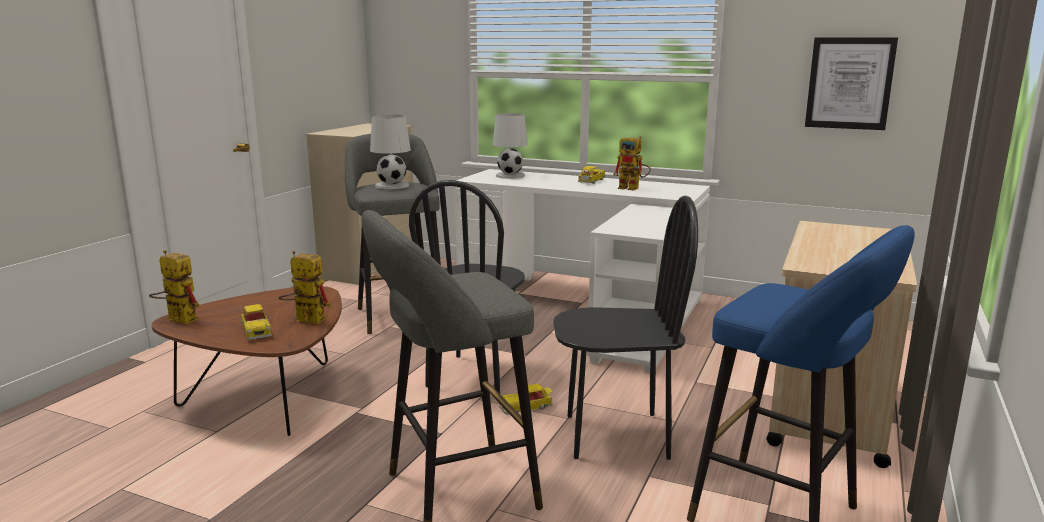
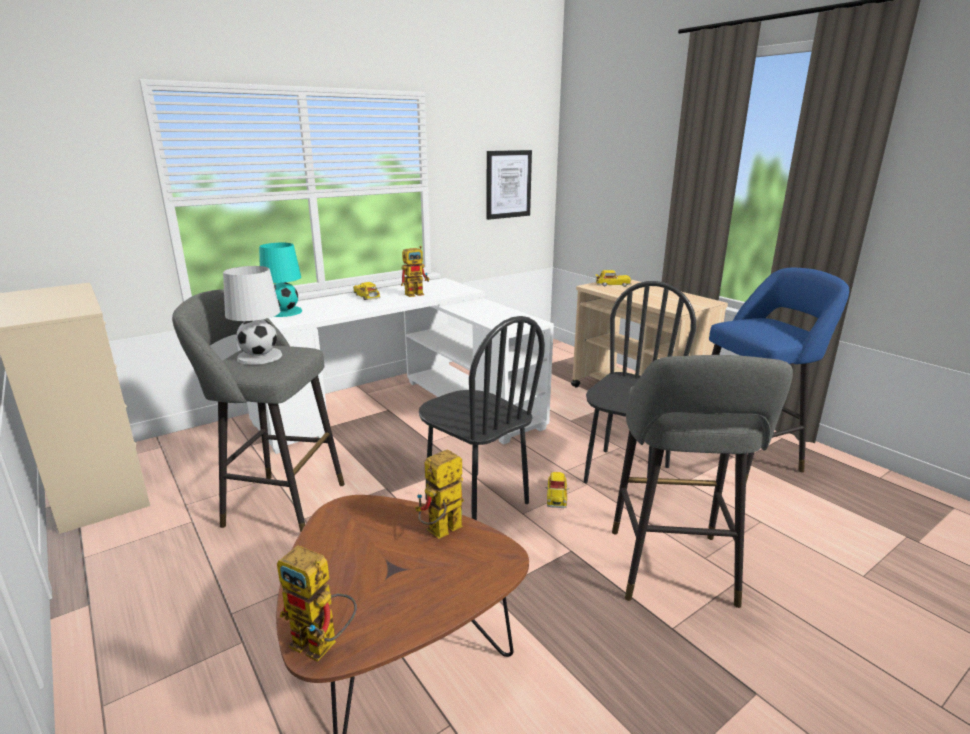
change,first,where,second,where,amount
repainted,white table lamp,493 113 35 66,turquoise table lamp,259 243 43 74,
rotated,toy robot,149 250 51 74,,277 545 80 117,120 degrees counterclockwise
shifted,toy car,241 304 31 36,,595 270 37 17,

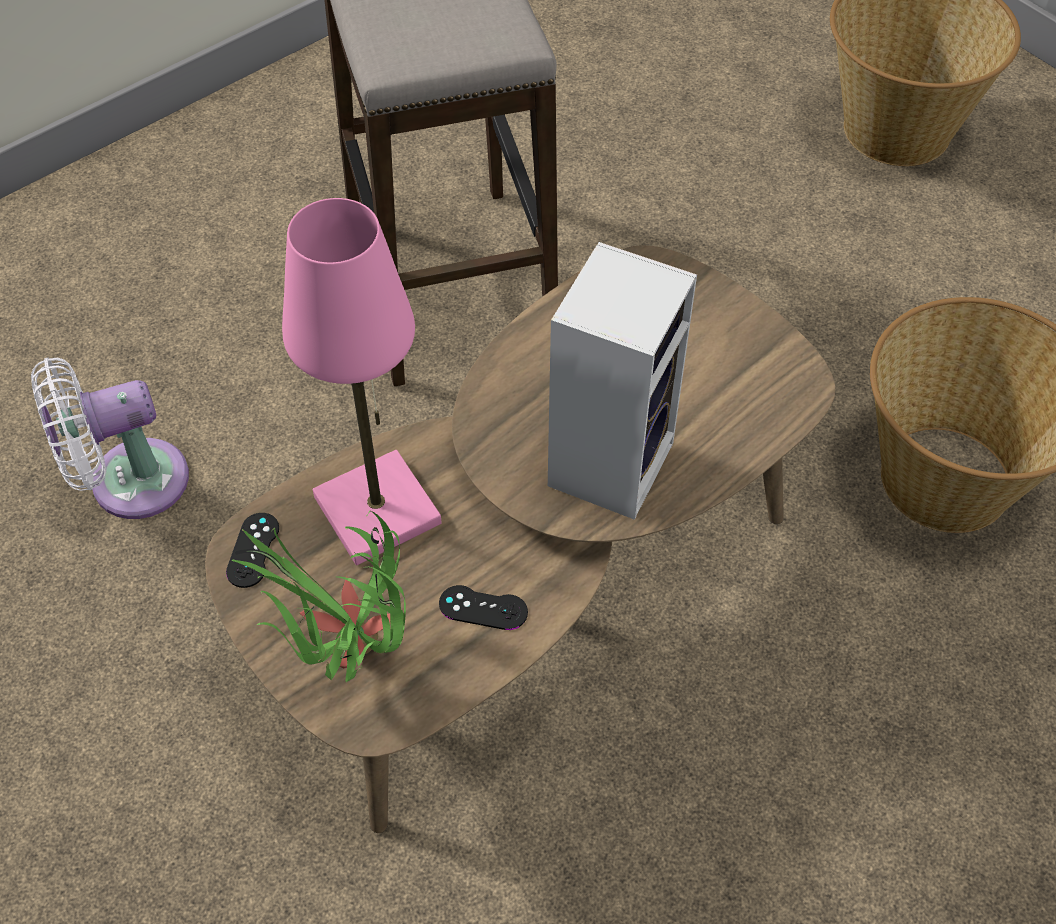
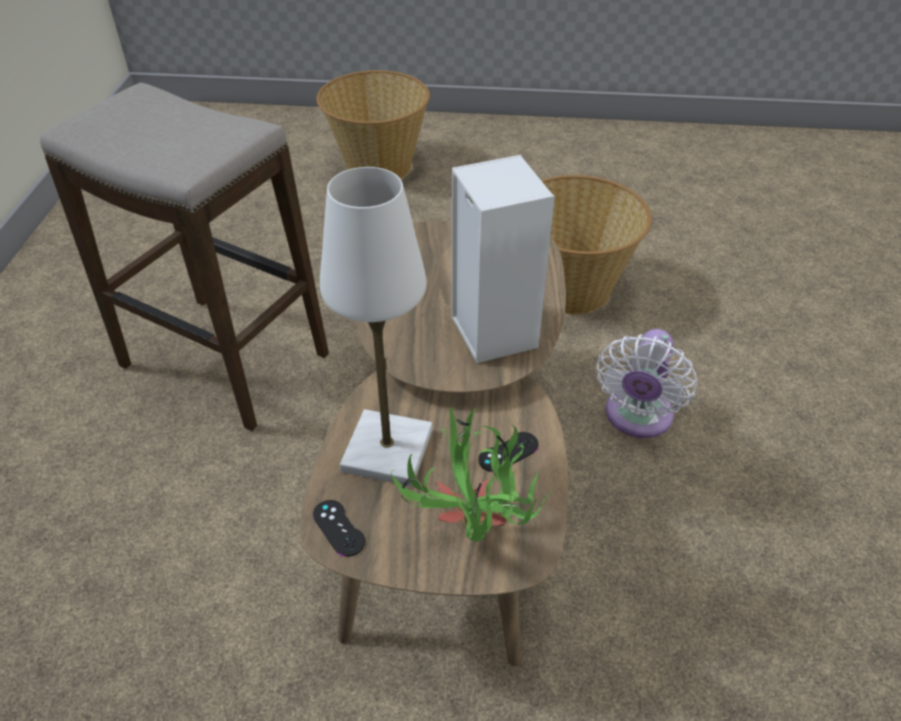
change,first,where,second,where,amount
repainted,pink table lamp,282 198 160 367,white table lamp,320 167 113 320,
shifted,white fan,31 358 158 161,,597 329 100 109,

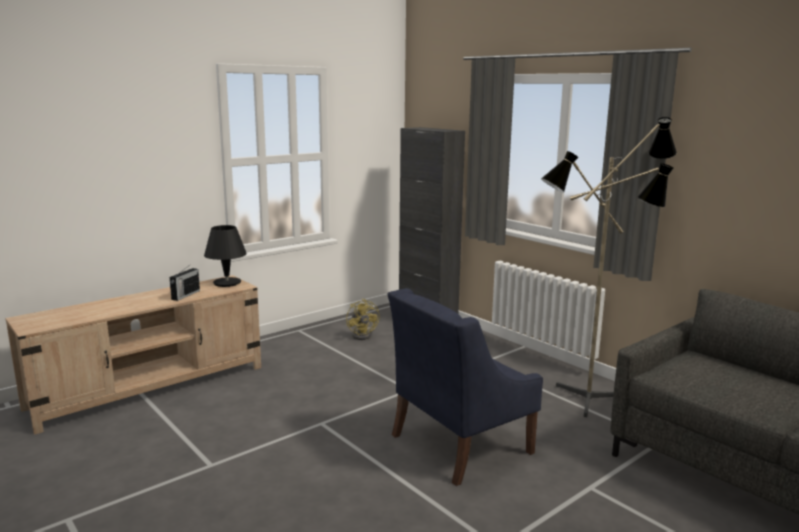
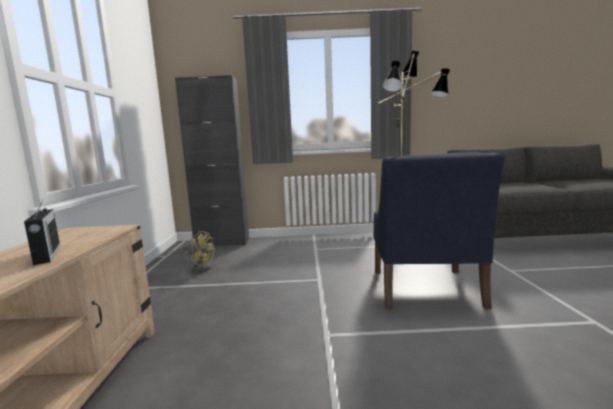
change,first,where,second,where,amount
gone,black table lamp,204 225 43 62,,,

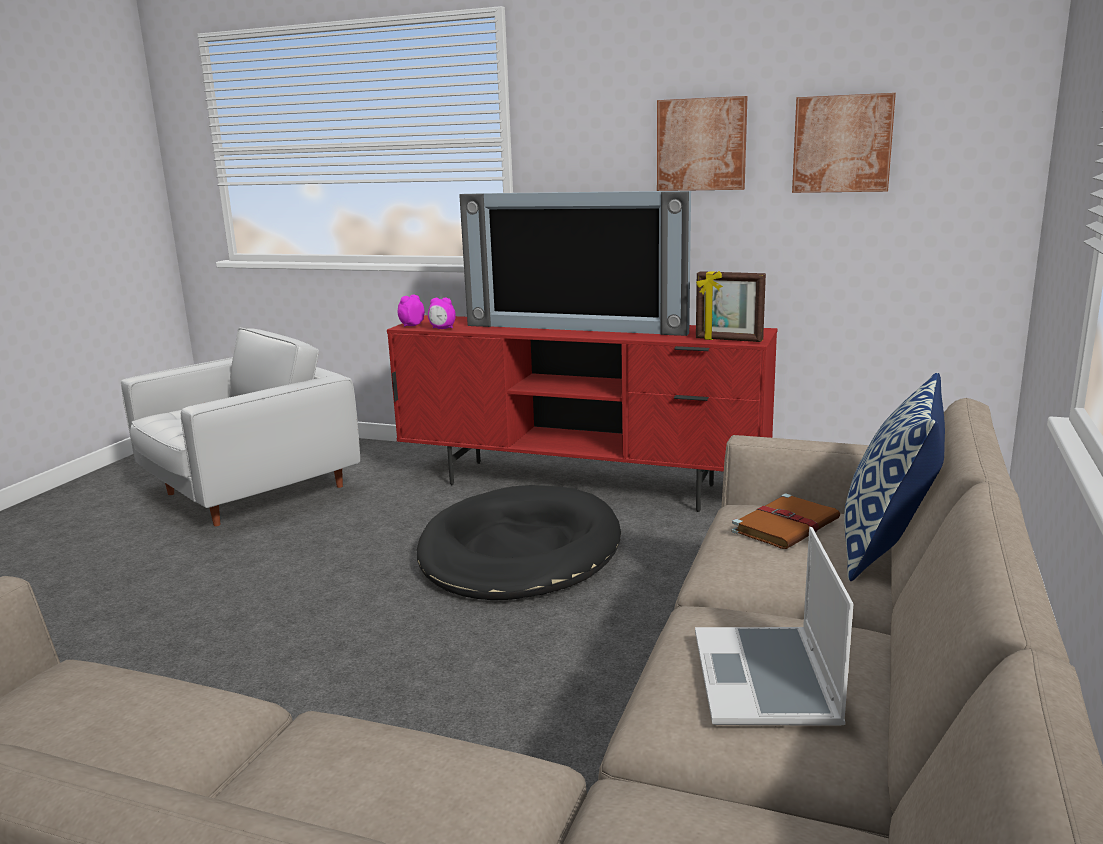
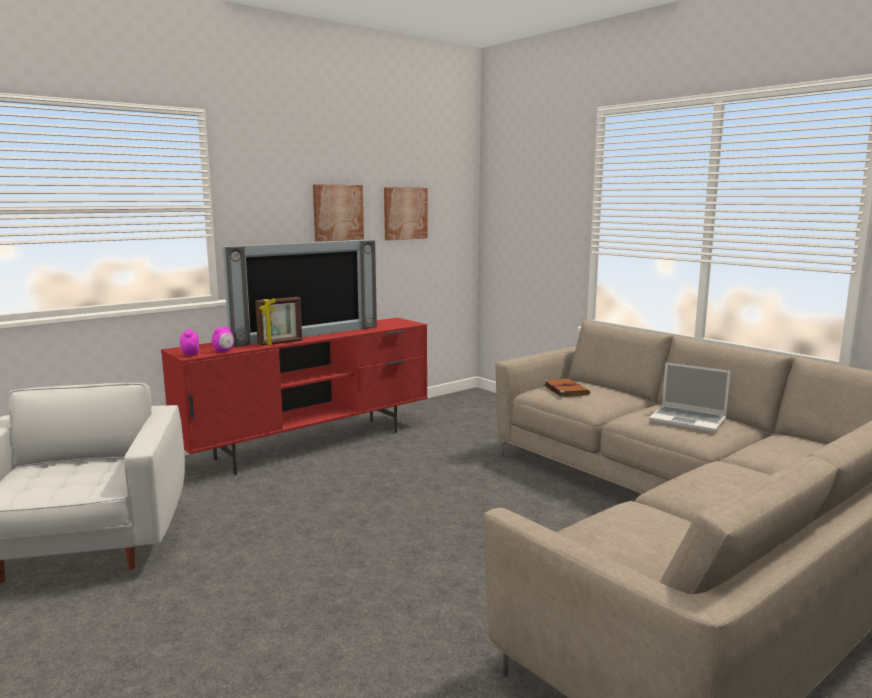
change,first,where,second,where,amount
shifted,picture frame,696 271 70 71,,255 297 47 49,
gone,black dog bed,417 485 204 115,,,
gone,pillow,844 372 101 209,,,

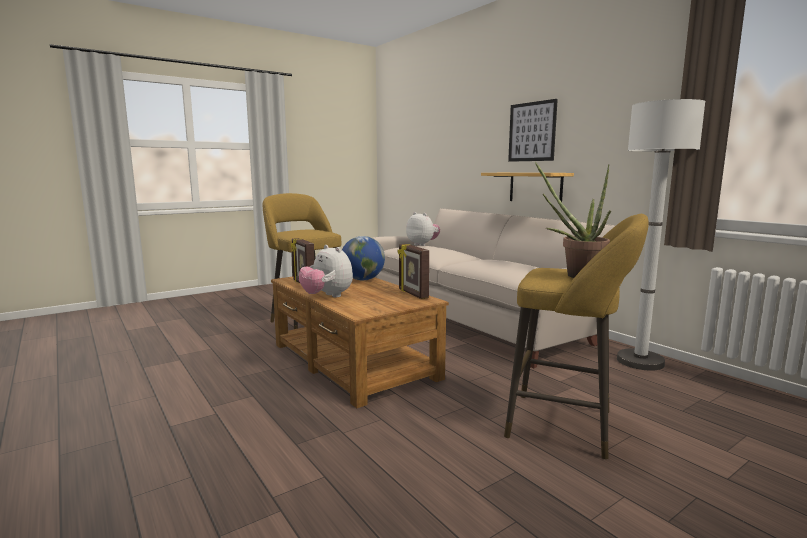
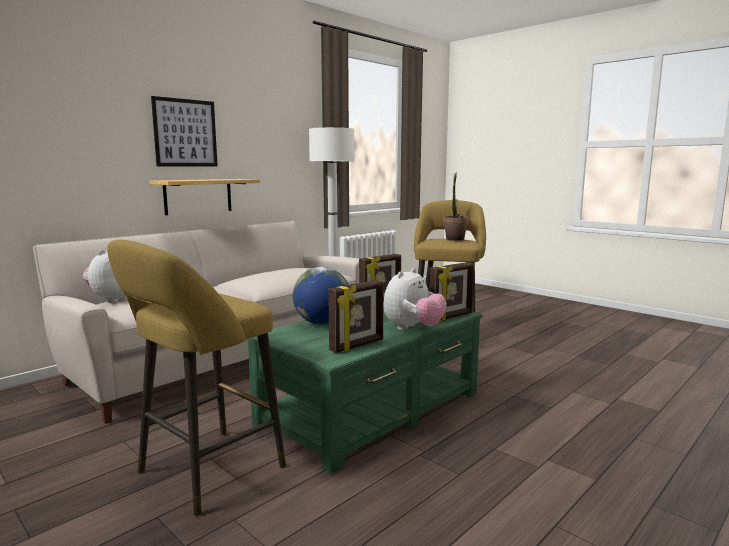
change,first,where,second,where,amount
repainted,brown coffee table,271 277 178 131,green coffee table,245 308 238 166,
new,,,picture frame,429 262 45 59,

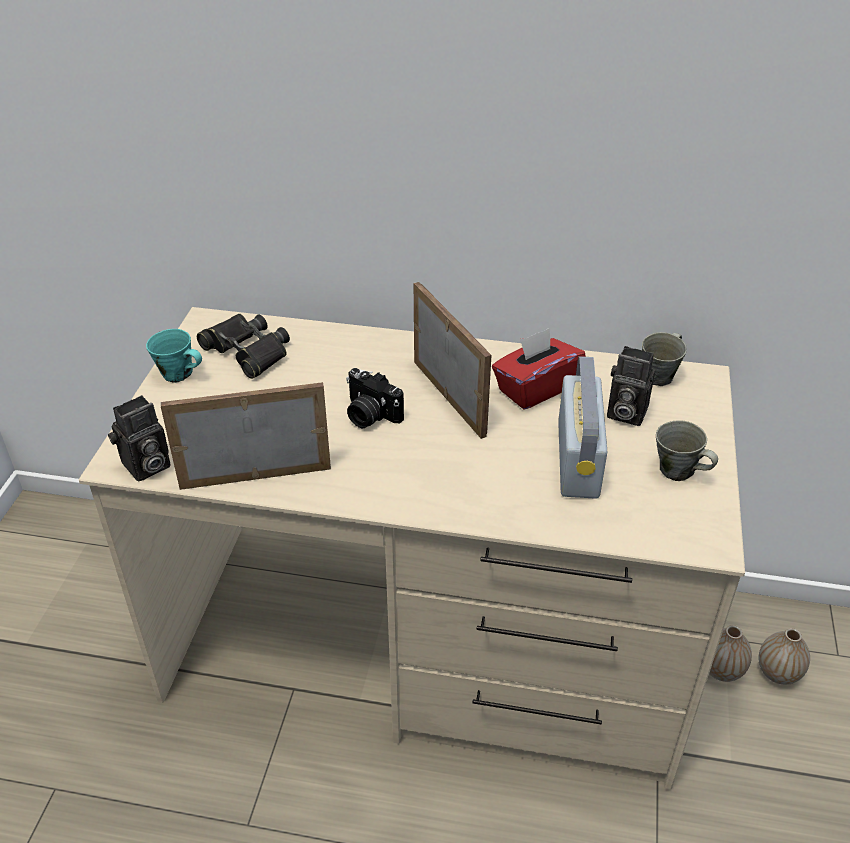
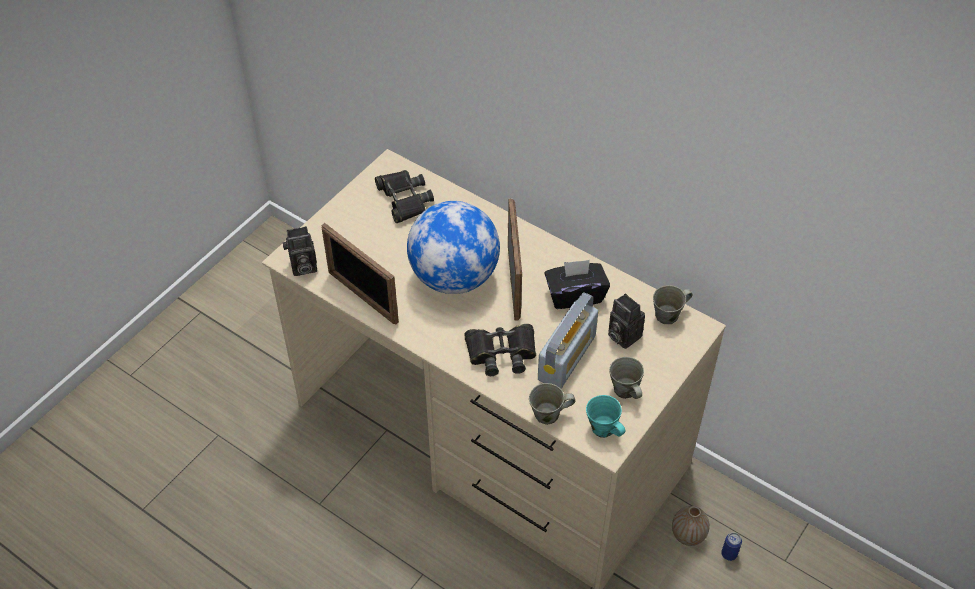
change,first,where,second,where,amount
rotated,picture frame,161 382 170 108,,321 223 78 102,150 degrees counterclockwise
swapped,photo camera,346 368 58 60,globe,407 201 93 93,
new,,,black binoculars,464 324 72 52,
new,,,grey mug,529 383 46 42,
repainted,red tissue box,492 328 94 81,black tissue box,544 260 66 49,
shifted,turquoise mug,146 329 56 54,,586 395 39 43,
swapped,vase,758 628 52 57,can,721 532 21 29,

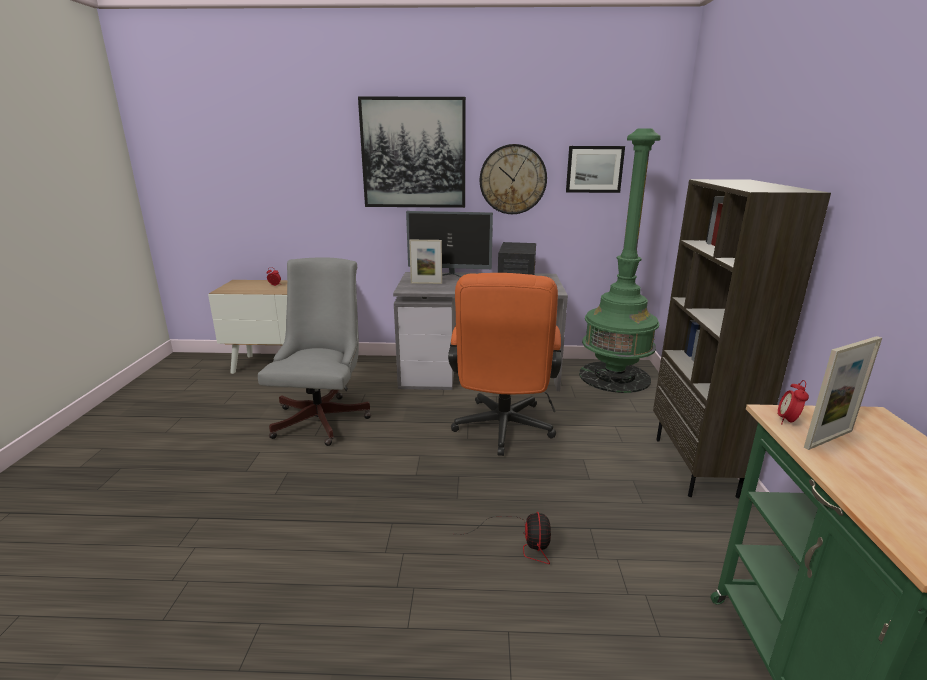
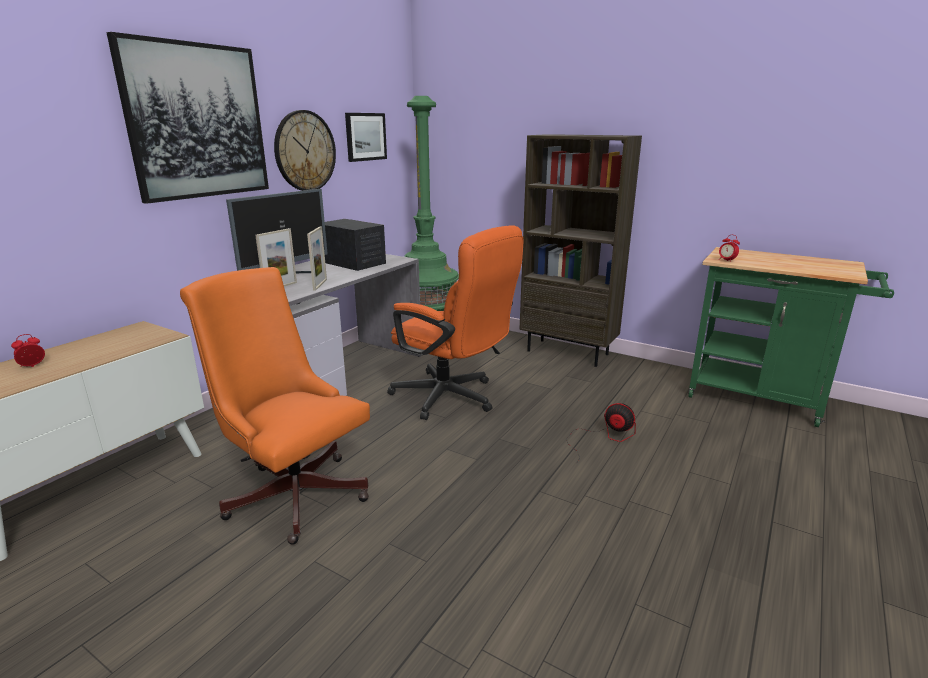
change,first,where,second,where,amount
repainted,grey office chair,258 257 113 189,orange office chair,180 267 190 278,
shifted,picture frame,804 336 78 114,,307 226 20 65,

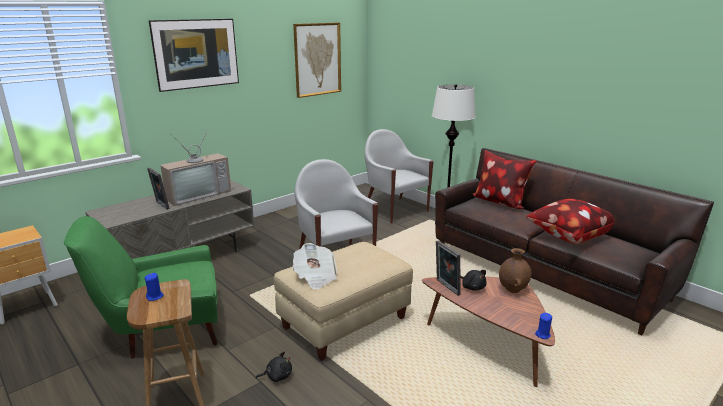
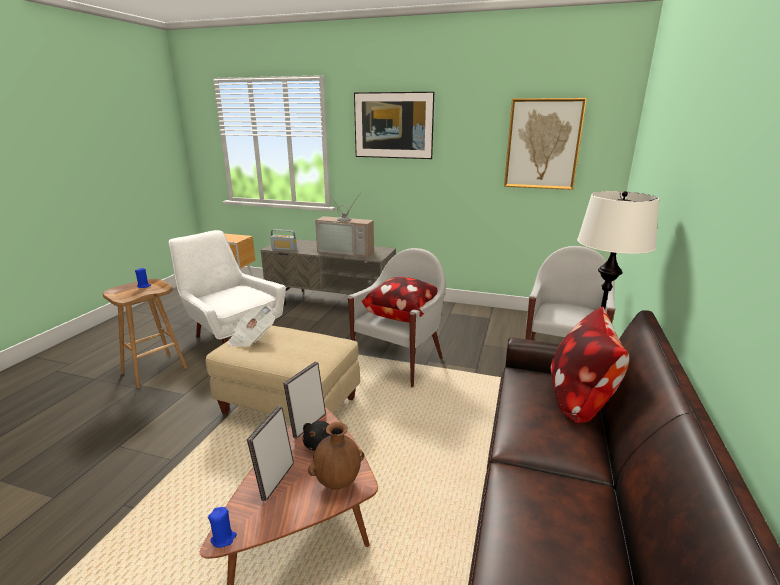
change,first,where,second,where,amount
repainted,green armchair,64 216 154 143,white armchair,168 230 118 114,
shifted,picture frame,147 167 23 43,,247 406 47 95,
new,,,radio,270 229 27 22,
shifted,pillow,526 198 89 46,,362 277 76 46,
gone,black plush toy,256 352 36 30,,,

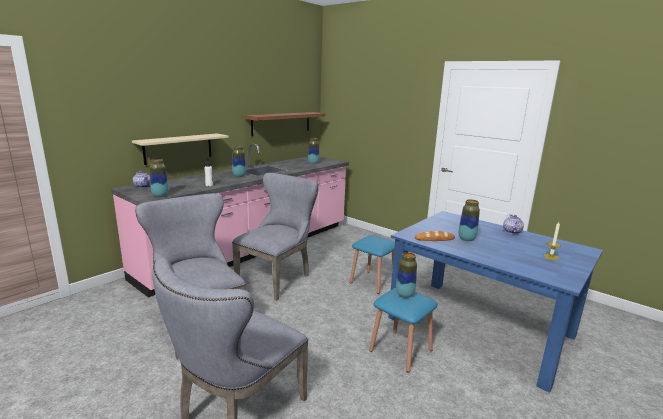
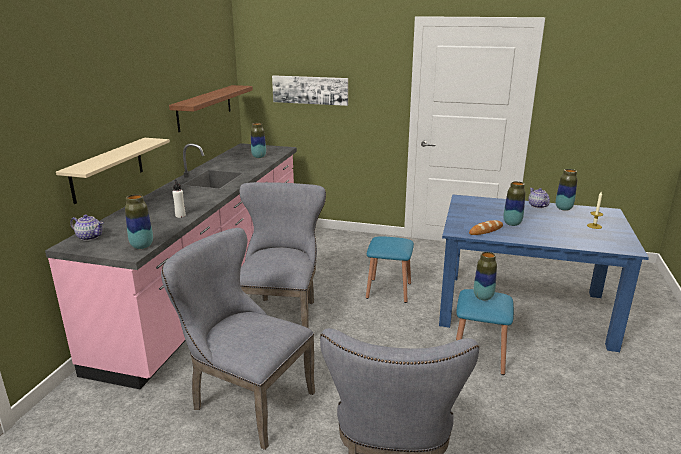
change,first,where,second,where,amount
new,,,picture,272 75 76 31,
shifted,vase,232 146 14 31,,556 169 21 42,

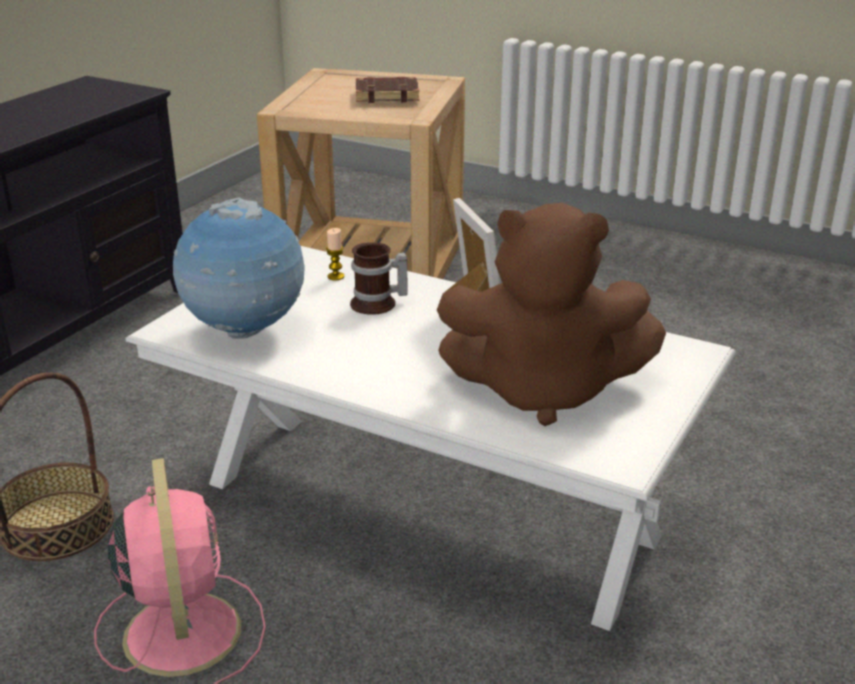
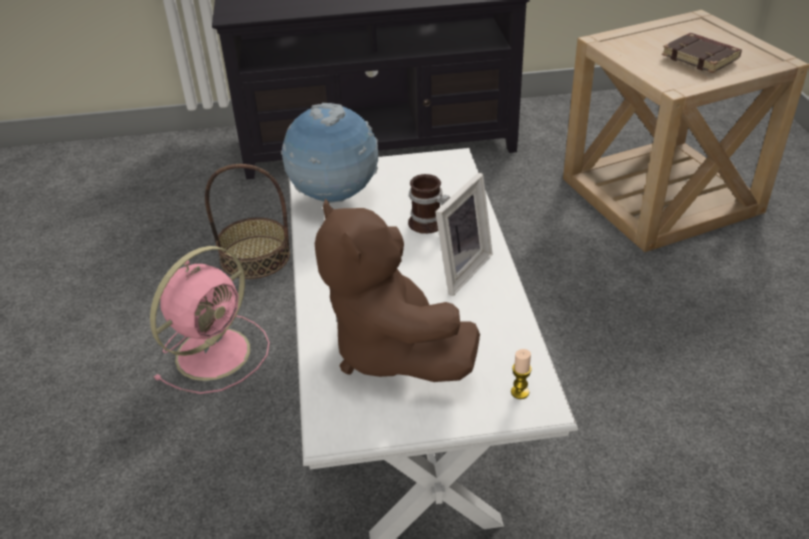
change,first,where,second,where,amount
shifted,candle,326 228 19 53,,511 349 21 50,

